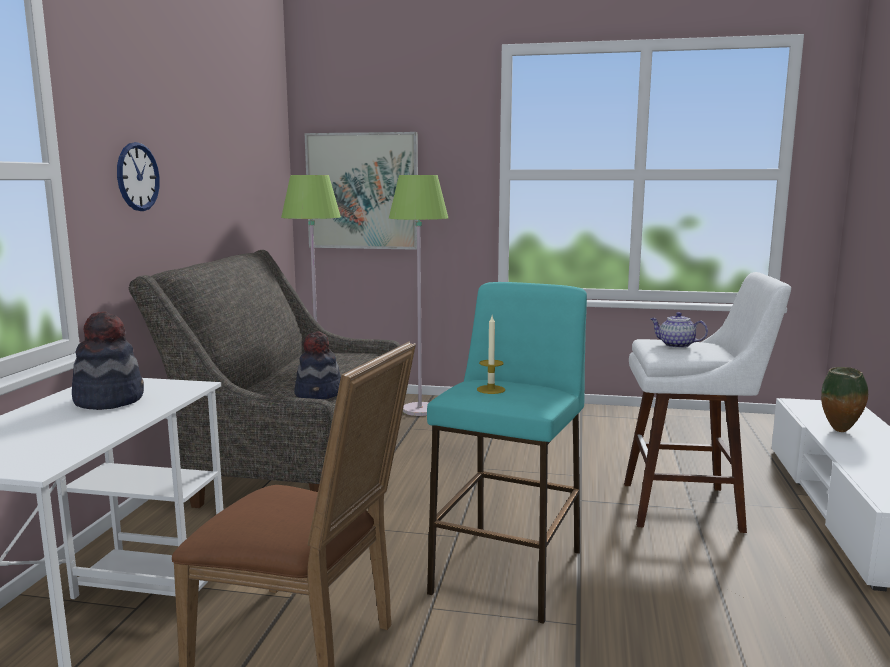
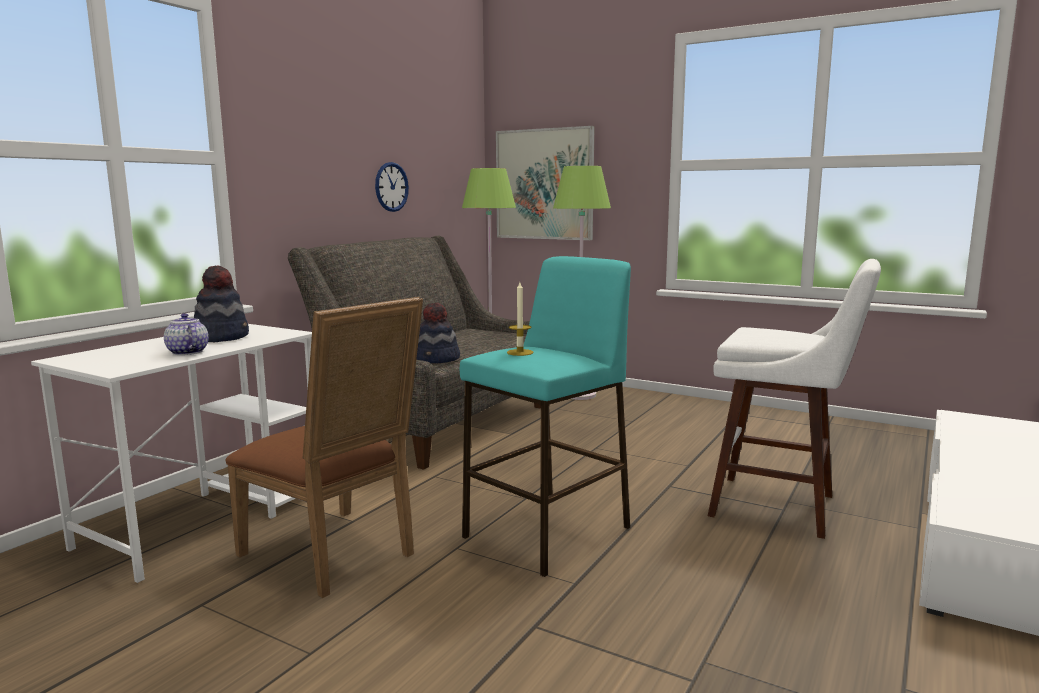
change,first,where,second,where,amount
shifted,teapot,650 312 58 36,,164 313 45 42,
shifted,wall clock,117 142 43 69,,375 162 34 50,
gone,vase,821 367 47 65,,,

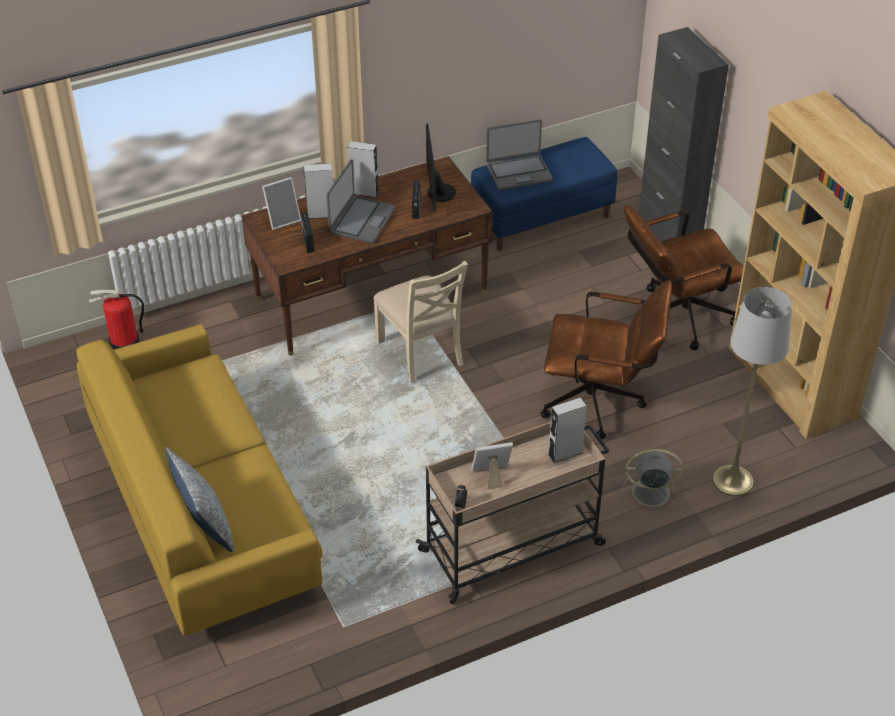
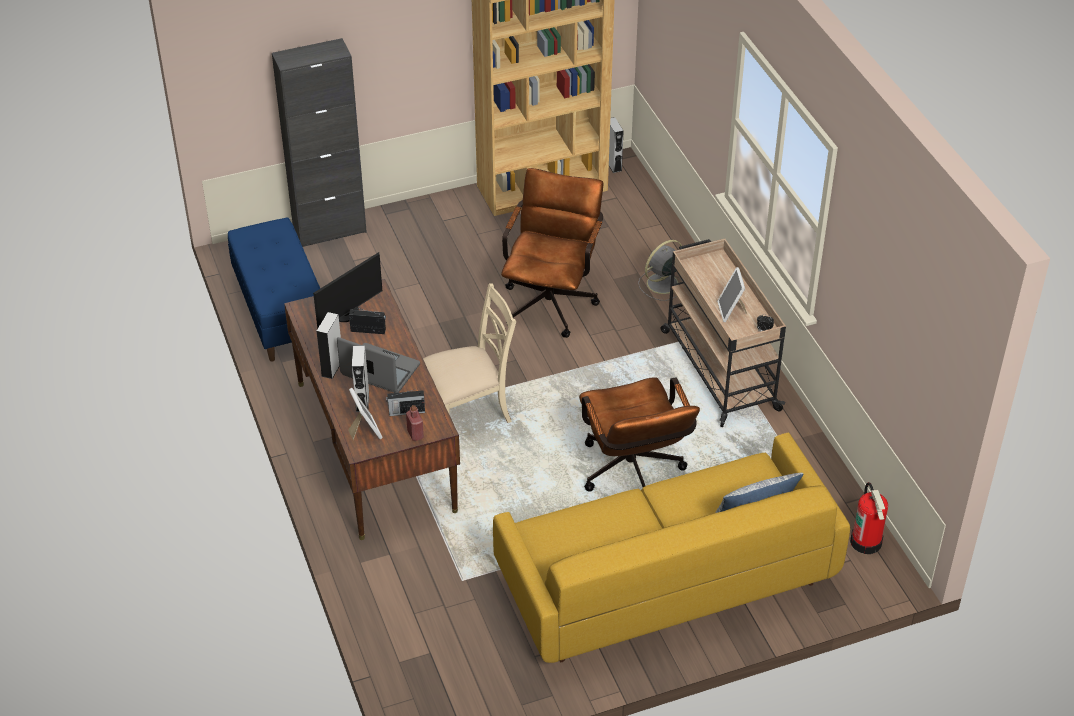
change,first,where,second,where,amount
rotated,monitor,426 123 30 89,,313 252 69 77,45 degrees counterclockwise
new,,,red bottle,406 405 18 36,
shifted,brown office chair,624 205 120 145,,579 377 121 115,
shifted,grey speaker,548 397 39 66,,609 117 15 56,
rotated,grey fan,622 449 61 65,,638 240 45 61,45 degrees clockwise
shifted,fire extinguisher,88 290 56 60,,850 482 38 72,
gone,laptop,486 119 67 71,,,
gone,grey floor lamp,712 287 80 210,,,

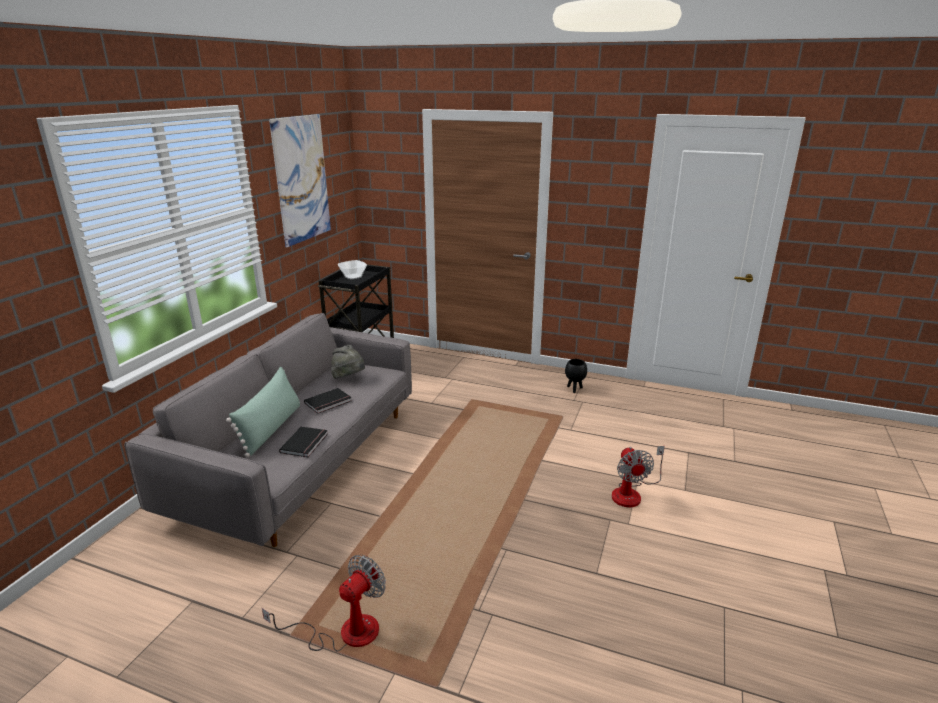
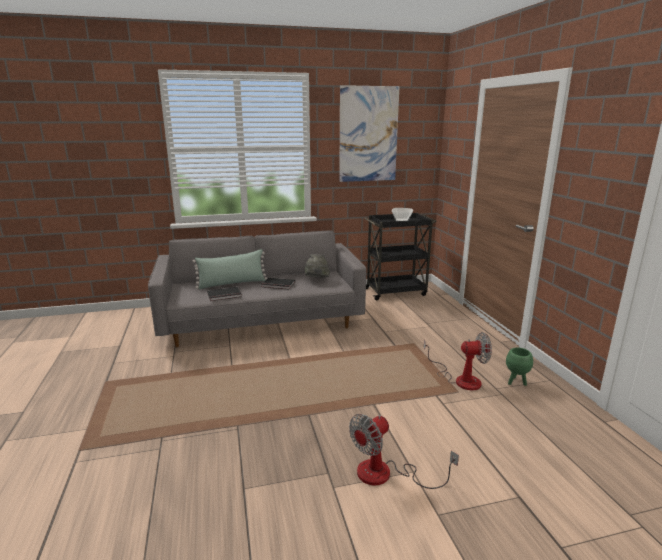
change,first,where,second,where,amount
shifted,fan,262 555 124 97,,424 332 68 58,
repainted,black planter,565 359 22 34,green planter,506 348 27 38,

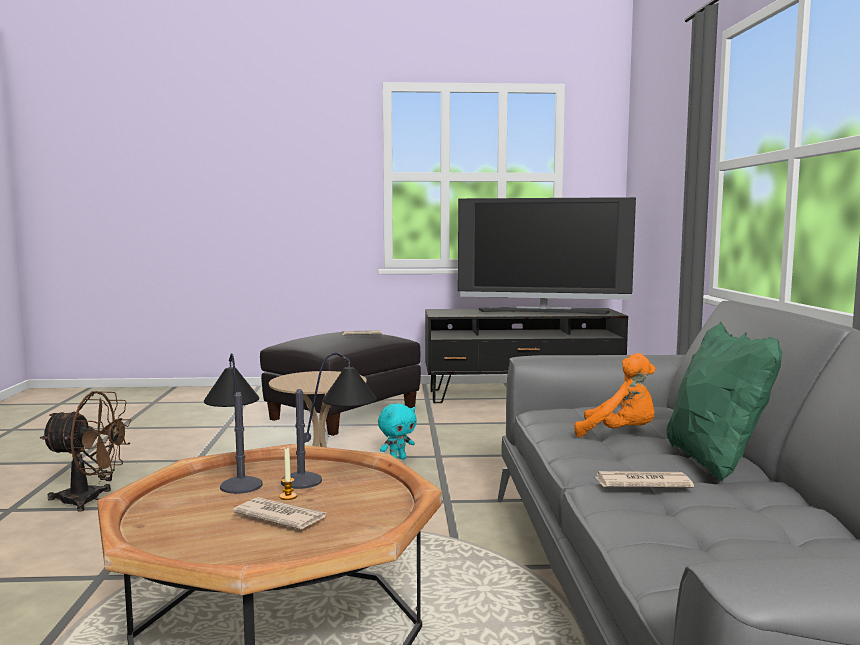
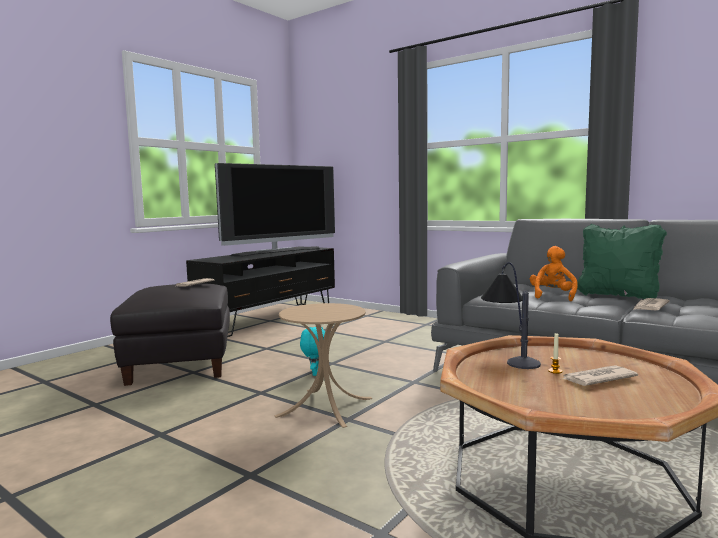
change,first,where,second,where,amount
rotated,orange plush toy,575 353 81 84,,530 246 48 55,45 degrees counterclockwise
gone,brown fan,40 391 92 121,,,
gone,table lamp,204 353 59 141,,,

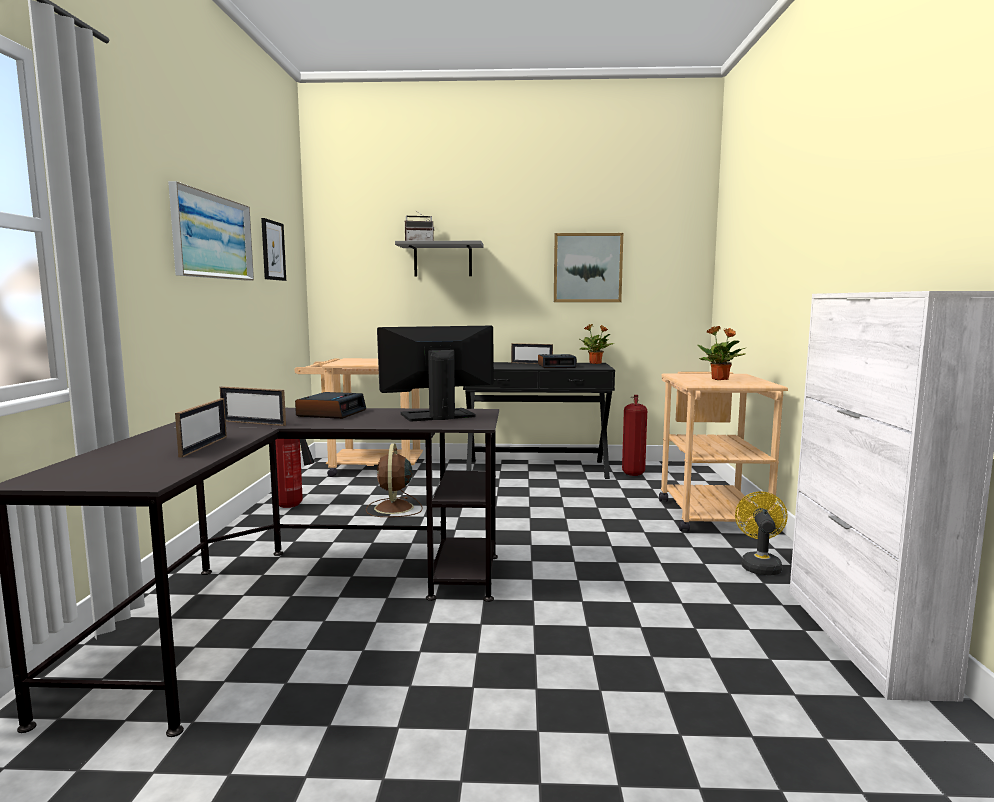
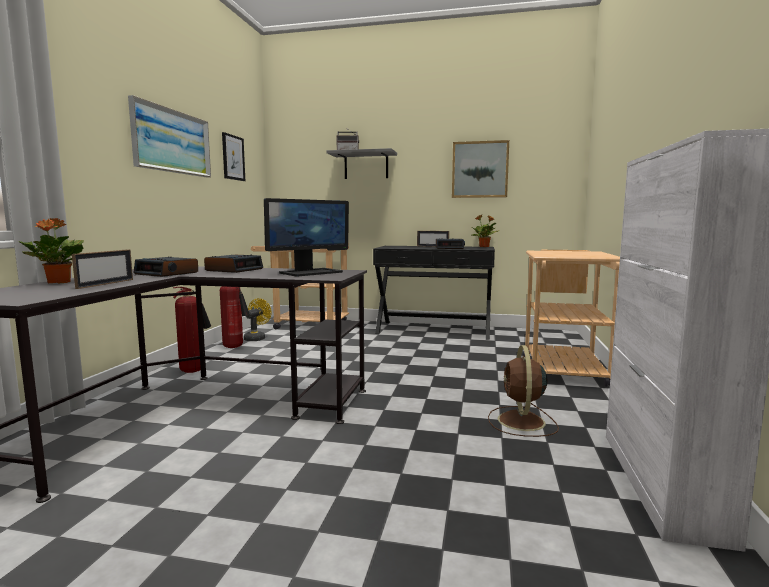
change,first,where,second,where,amount
shifted,potted plant,697 326 49 54,,18 218 66 65,
swapped,picture frame,220 386 66 40,alarm clock,133 257 65 20,
shifted,fire extinguisher,622 395 25 81,,173 287 38 86,
shifted,yellow fan,735 492 53 83,,244 298 27 43,
rotated,monitor,377 326 117 95,,264 198 85 78,150 degrees clockwise
shifted,brown fan,366 443 57 74,,488 345 71 92,

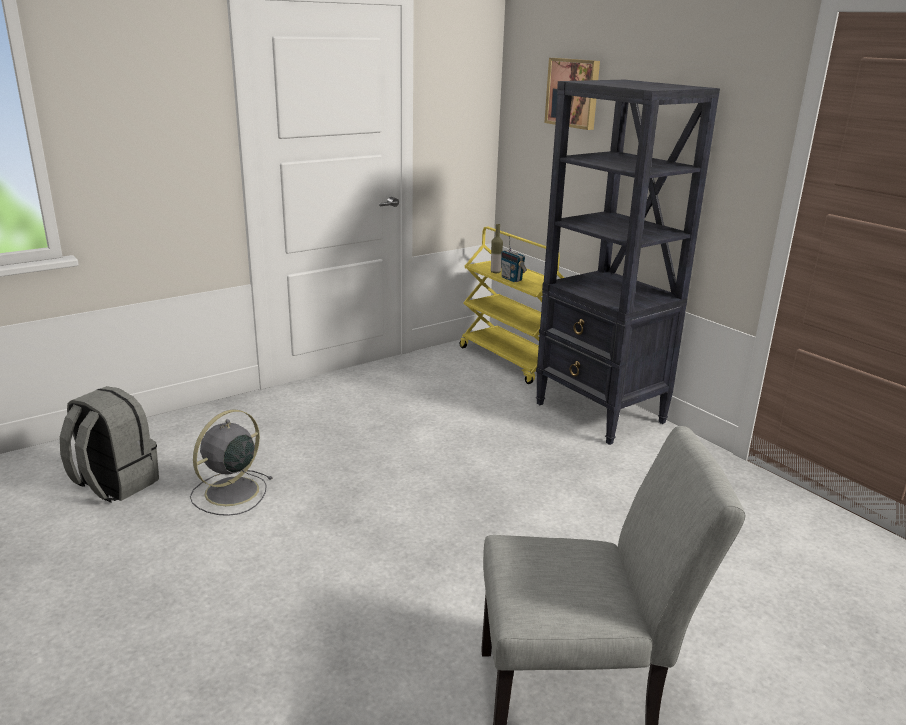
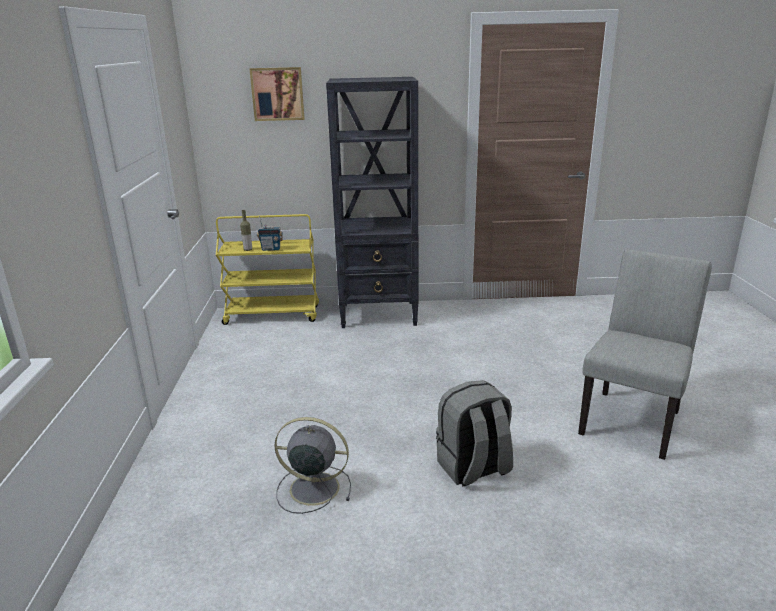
change,first,where,second,where,amount
rotated,grey fan,190 410 82 106,,274 417 77 97,120 degrees clockwise
shifted,grey backpack,60 386 99 117,,436 380 77 107,

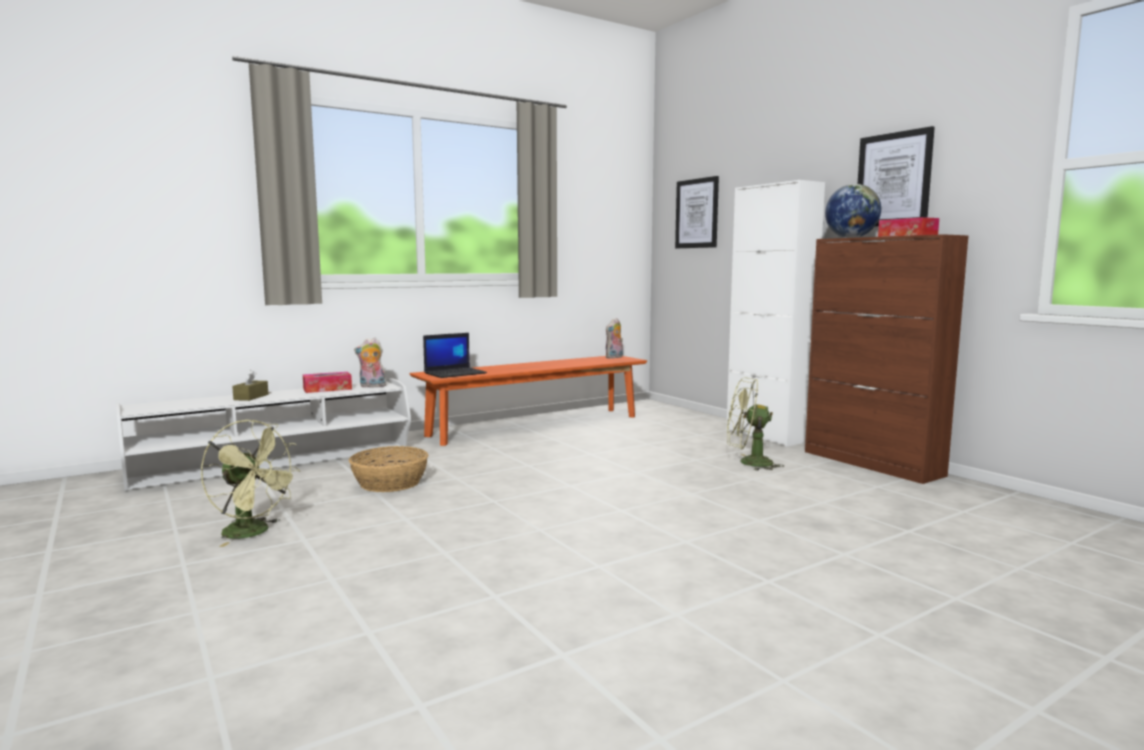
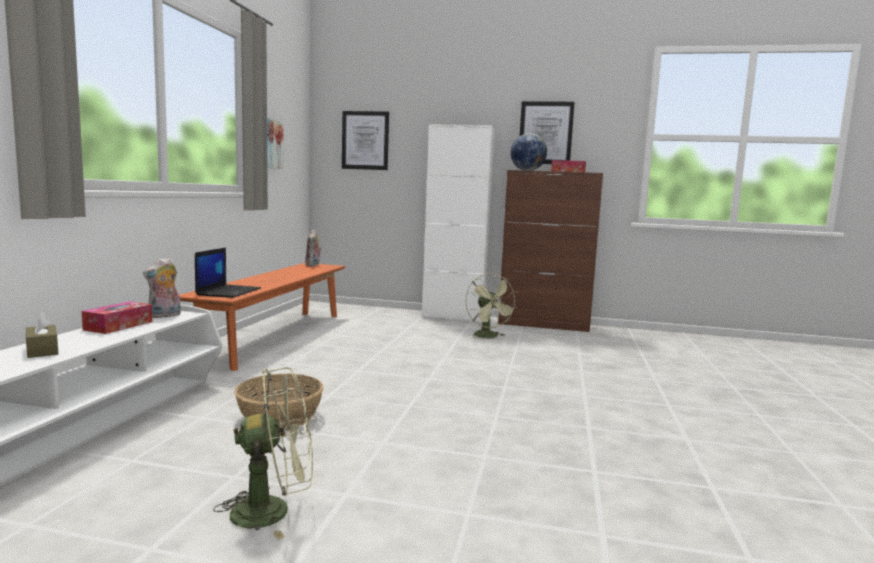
change,first,where,second,where,amount
new,,,picture,267 117 17 52,
rotated,green fan,727 377 57 94,,465 273 53 66,75 degrees counterclockwise

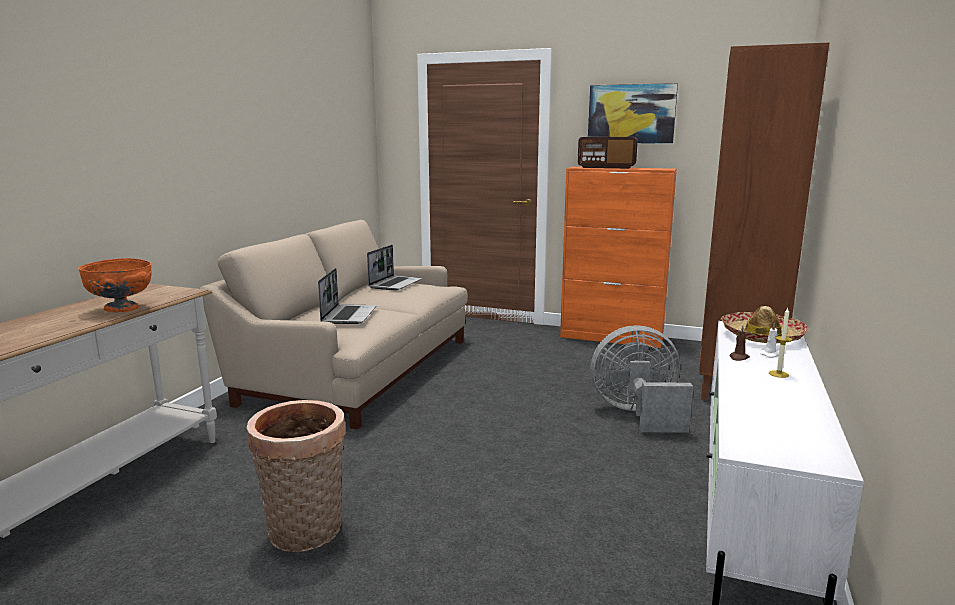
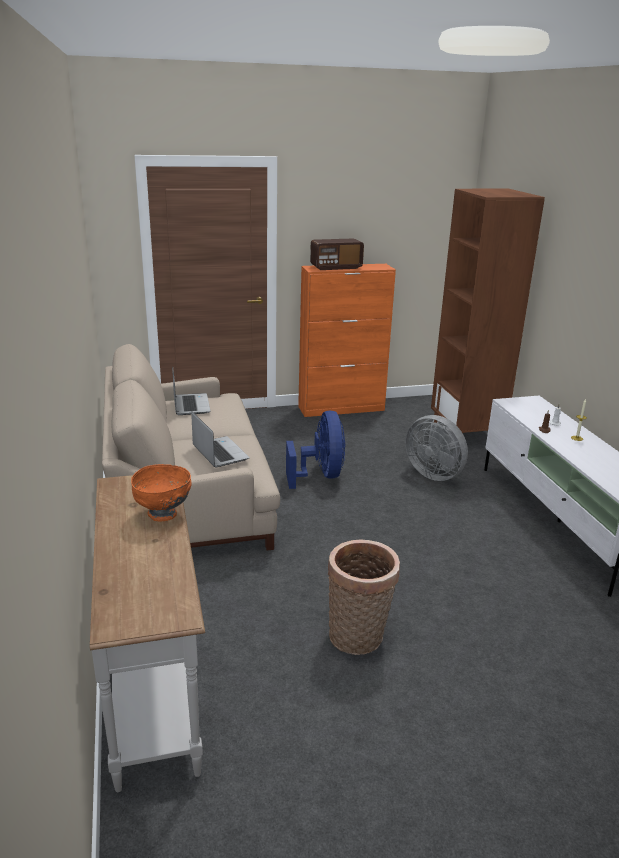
change,first,where,second,where,amount
new,,,blue fan,286 411 59 78,
rotated,grey fan,591 325 102 108,,405 415 63 66,105 degrees counterclockwise
gone,picture,588 83 90 61,,,
gone,hat,721 306 87 37,,,

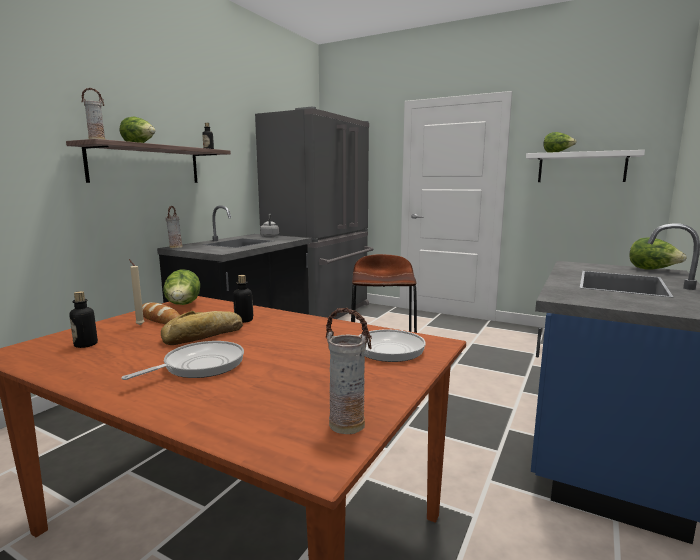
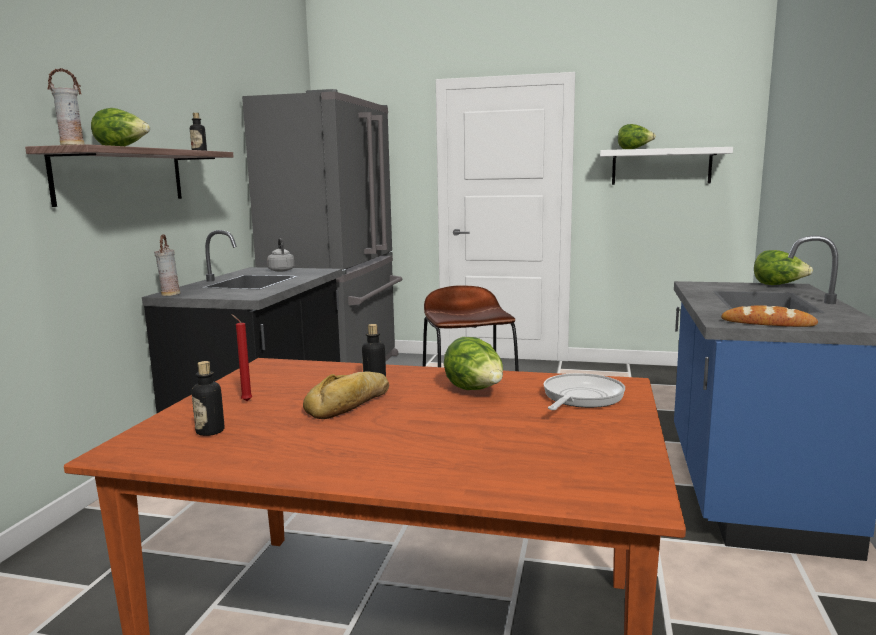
change,first,where,second,where,amount
repainted,beige candle,129 259 16 67,red candle,231 314 21 87,
shifted,lettuce,163 269 37 36,,444 337 59 53,
shifted,bread,142 302 38 22,,721 305 97 22,
gone,frying pan,122 341 122 39,,,
gone,vase,326 308 46 126,,,

